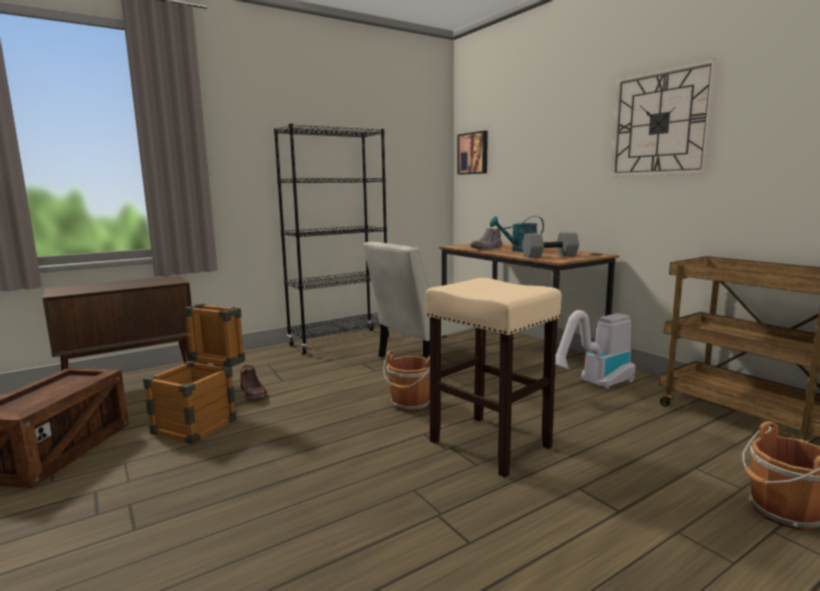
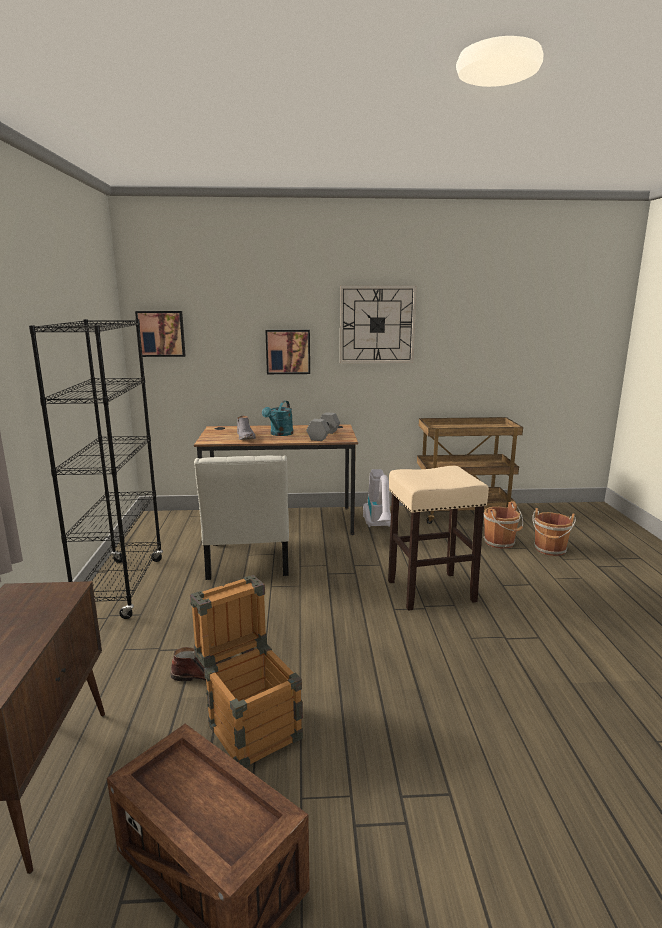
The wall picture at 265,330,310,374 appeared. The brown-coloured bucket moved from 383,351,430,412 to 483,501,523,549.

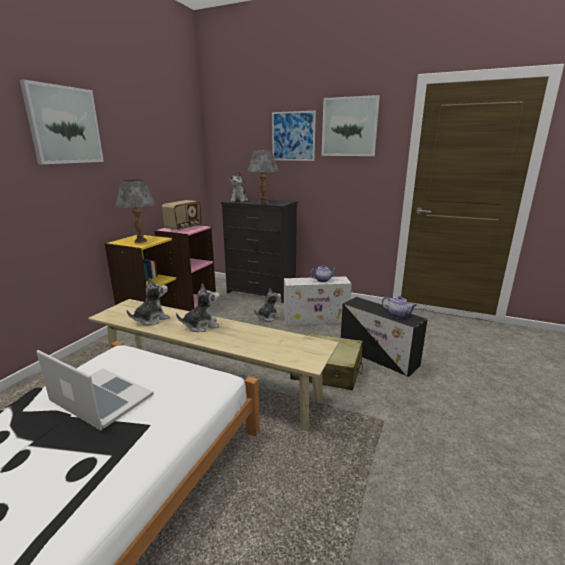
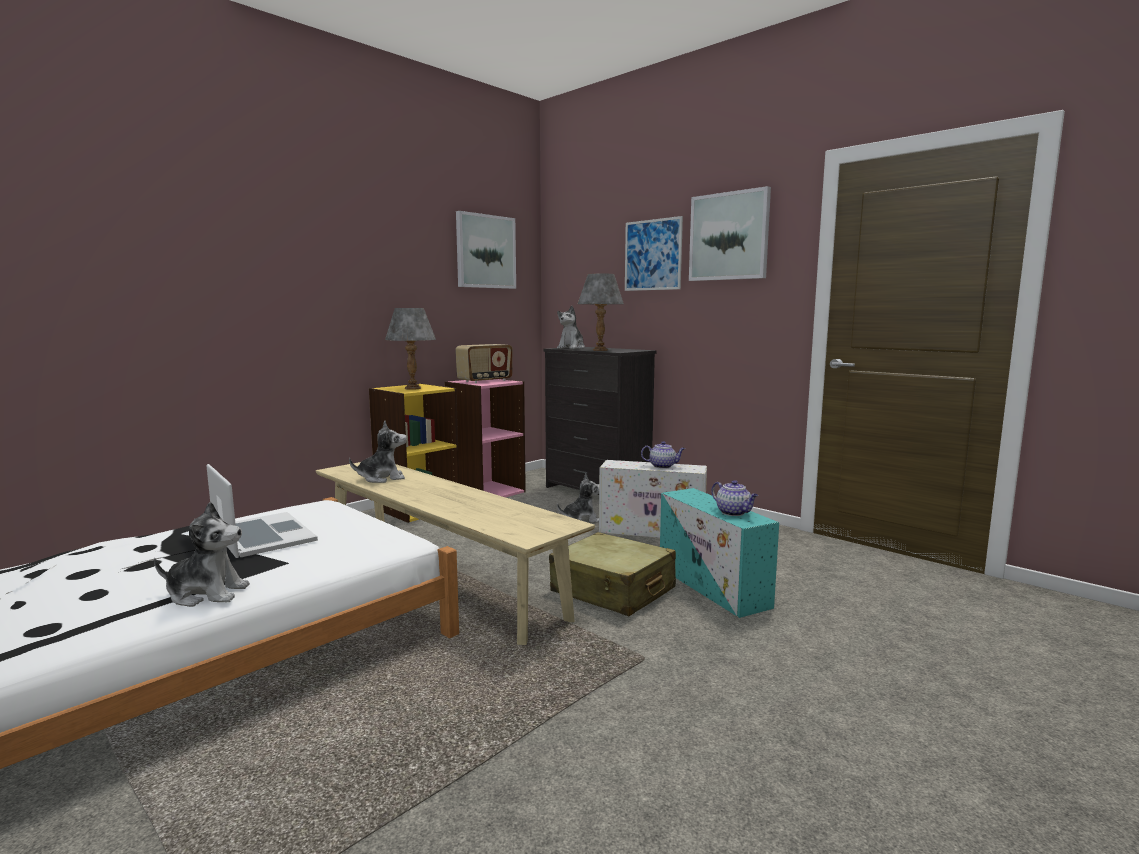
The plush toy moved from 176,283,220,332 to 154,502,250,607. The wall picture moved from 20,79,104,164 to 456,211,516,289. The black storage bin at 341,297,428,377 became the turquoise storage bin at 660,488,779,618.

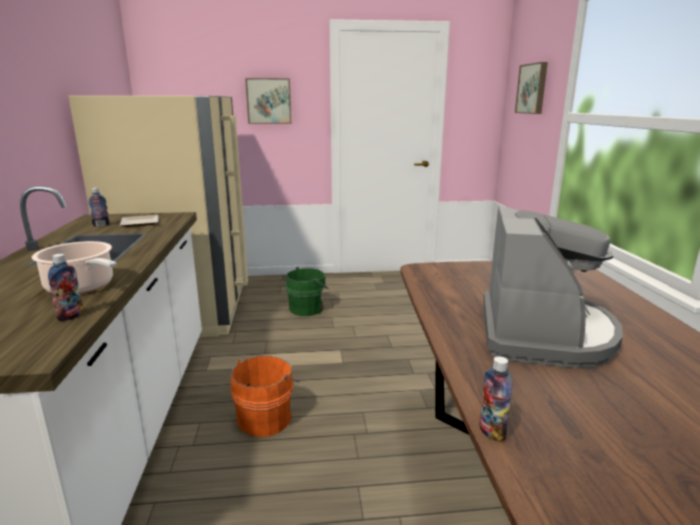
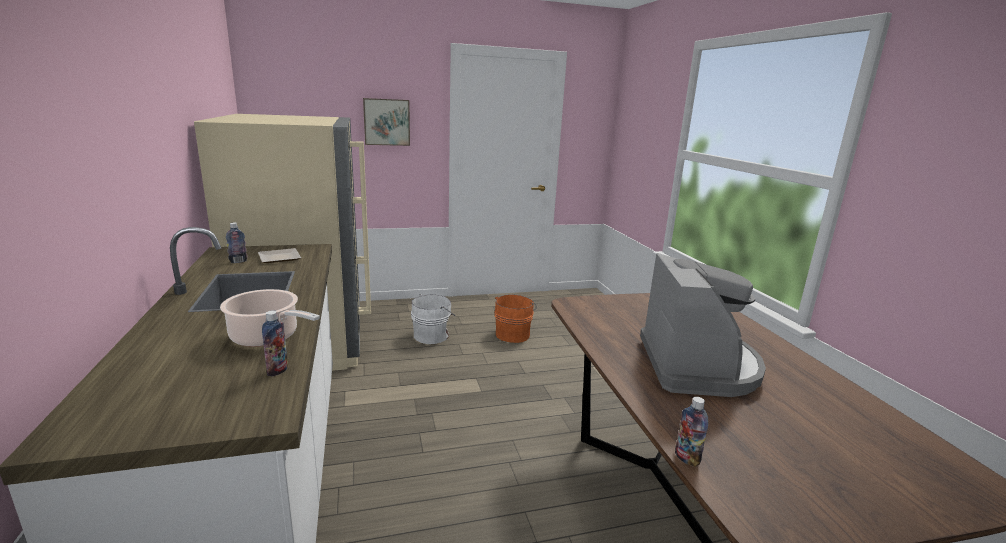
The greenish bucket at 286,267,329,316 became the whitish bucket at 411,294,455,344. The orange-coloured bucket moved from 230,355,299,437 to 494,294,537,343. The wall picture at 515,62,548,114 disappeared.

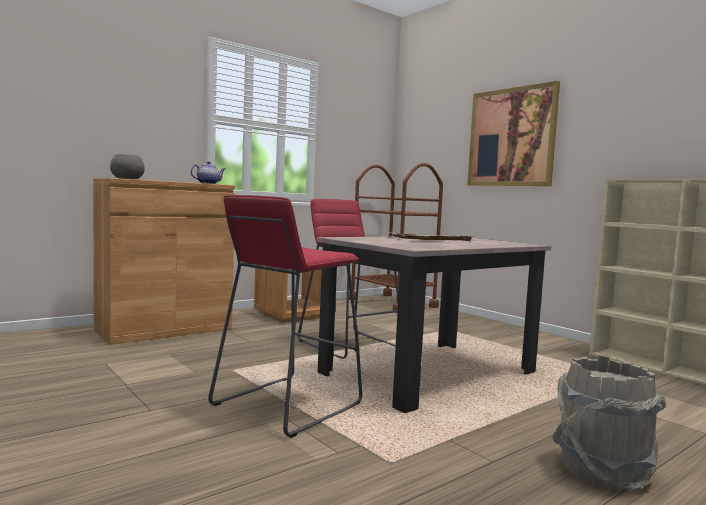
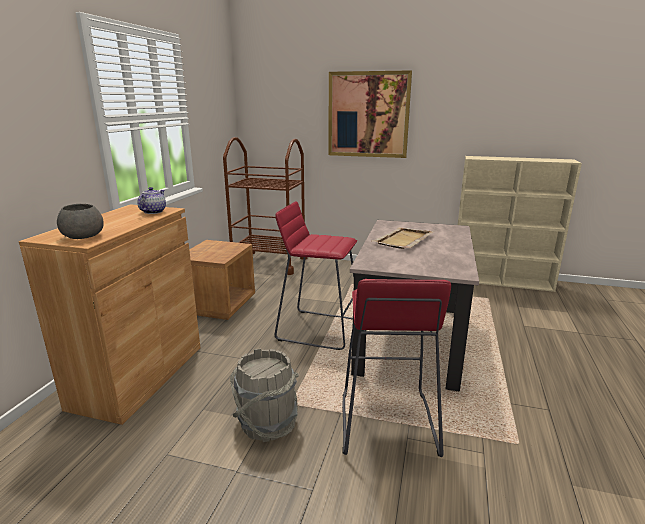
The grey bucket moved from 552,356,666,491 to 230,348,299,442.

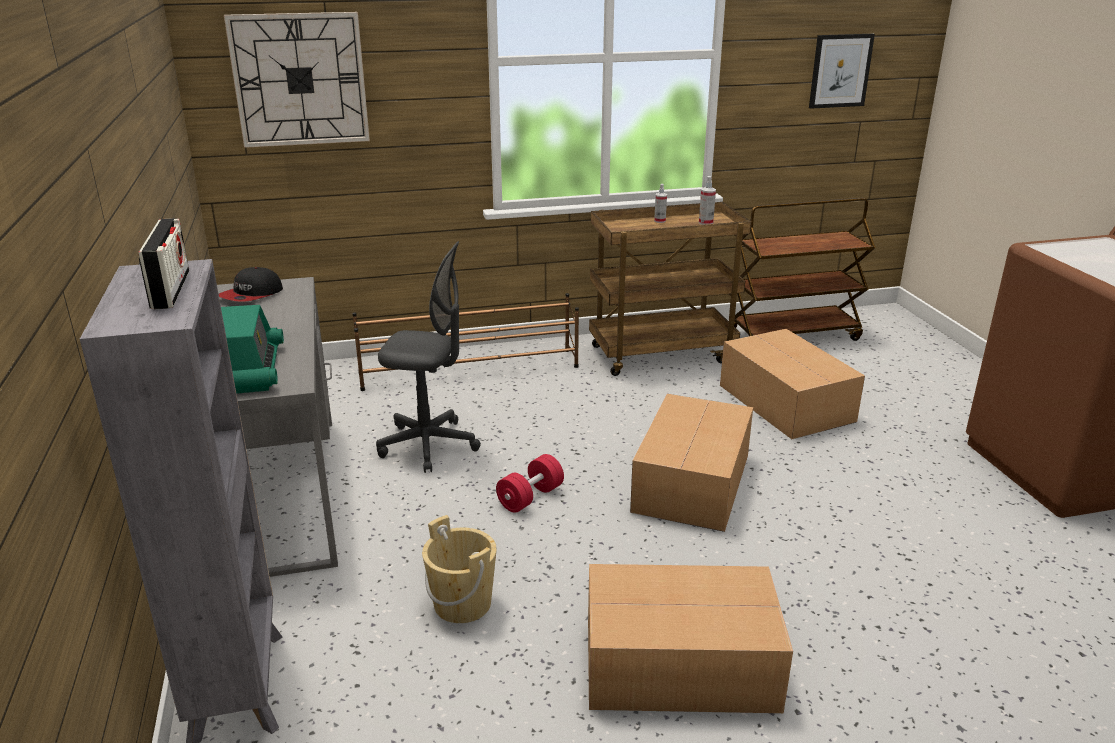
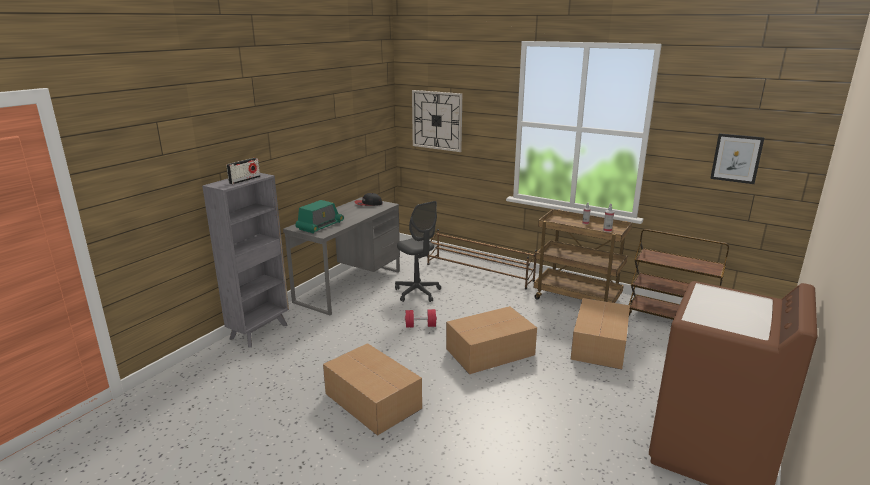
The beige bucket at 422,515,497,623 disappeared.

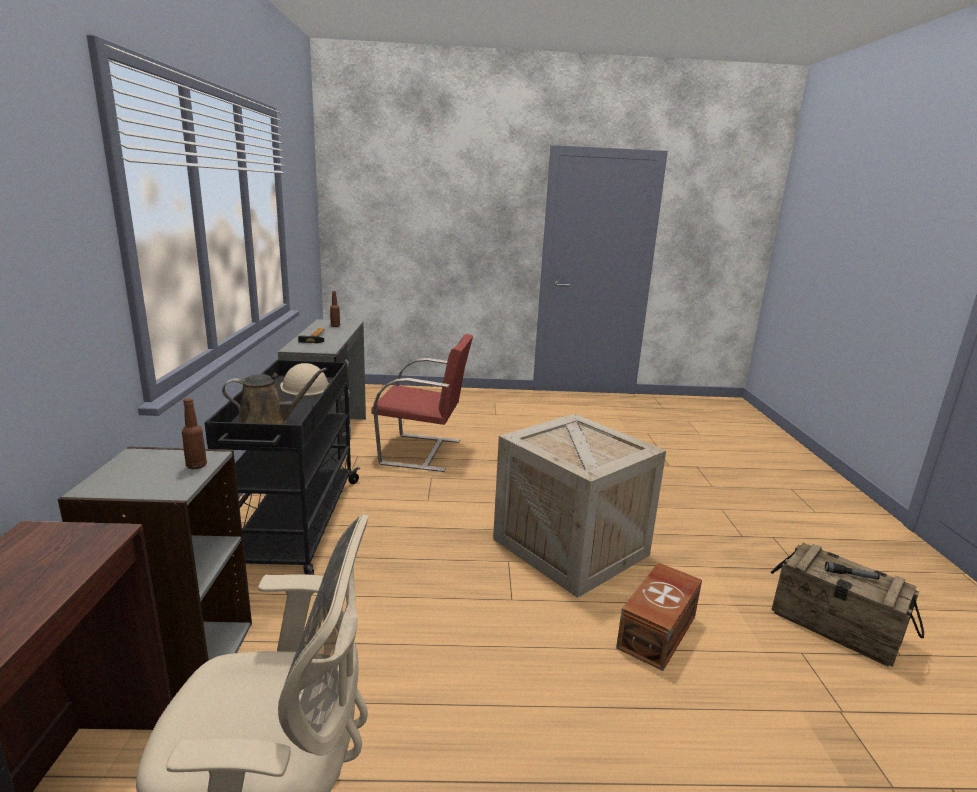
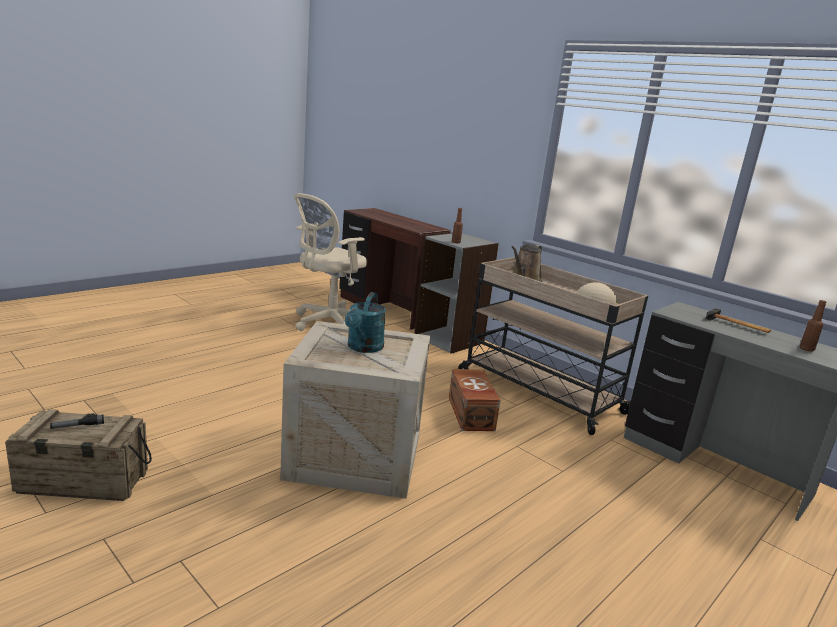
The turquoise watering pot at 345,292,386,353 appeared. The brown-coloured storage bin moved from 616,563,702,671 to 449,369,501,431. The black wheeled cart at 205,360,361,575 became the beige wheeled cart at 458,257,648,435. The red upright chair at 371,334,473,472 disappeared.

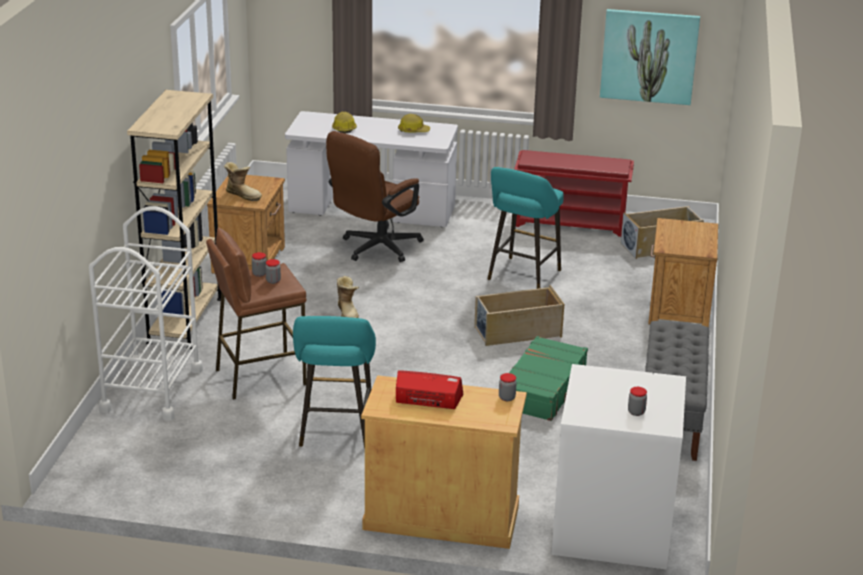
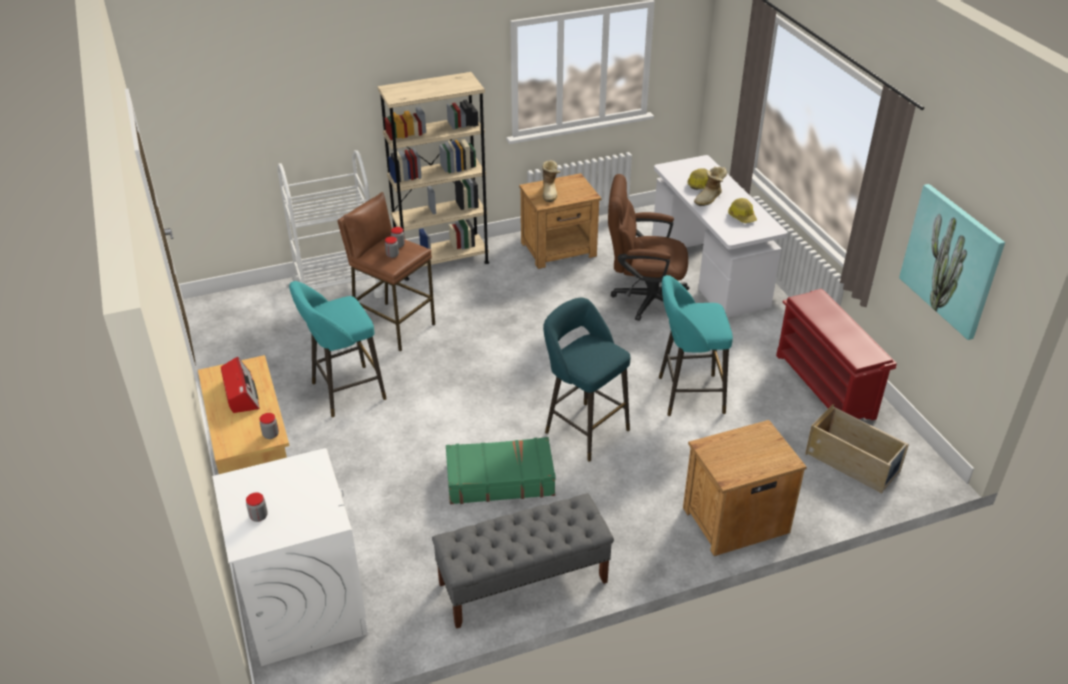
The beige storage bin at 474,285,564,346 was replaced by the turquoise stool seat at 543,298,630,461. The boot moved from 337,276,359,318 to 694,167,727,206.

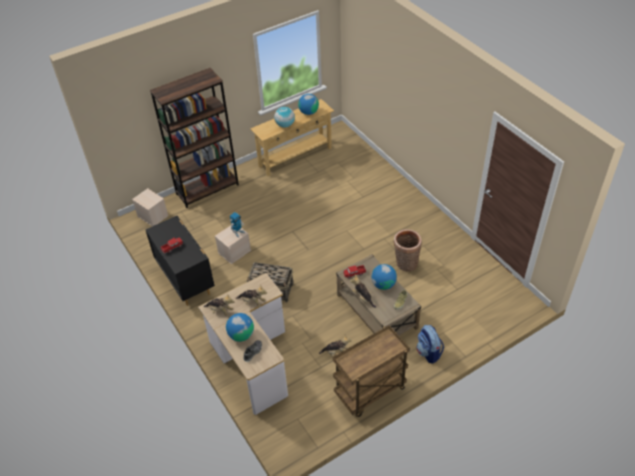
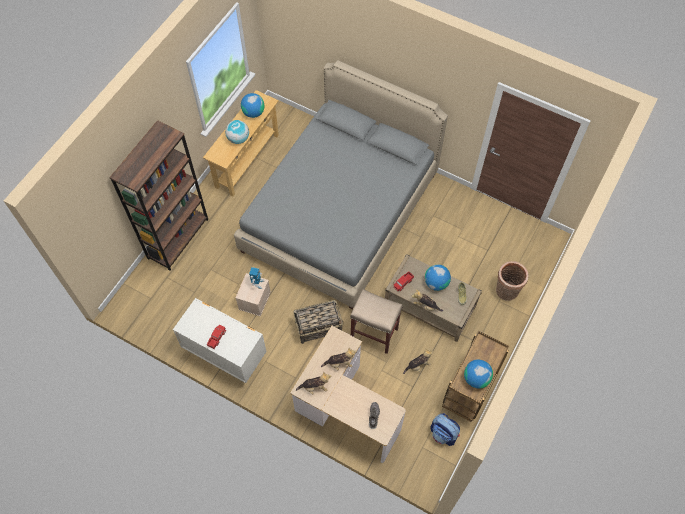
The black dresser at 145,216,215,306 became the whitish dresser at 173,298,267,383. The grey bed at 234,60,448,309 appeared. The beige stool seat at 350,289,403,354 appeared. The backpack moved from 417,325,444,364 to 431,413,460,446. The desk globe moved from 226,313,254,342 to 464,359,493,389. The storage basket moved from 394,229,422,272 to 496,261,529,301. The beige storage bin at 132,188,168,226 disappeared.

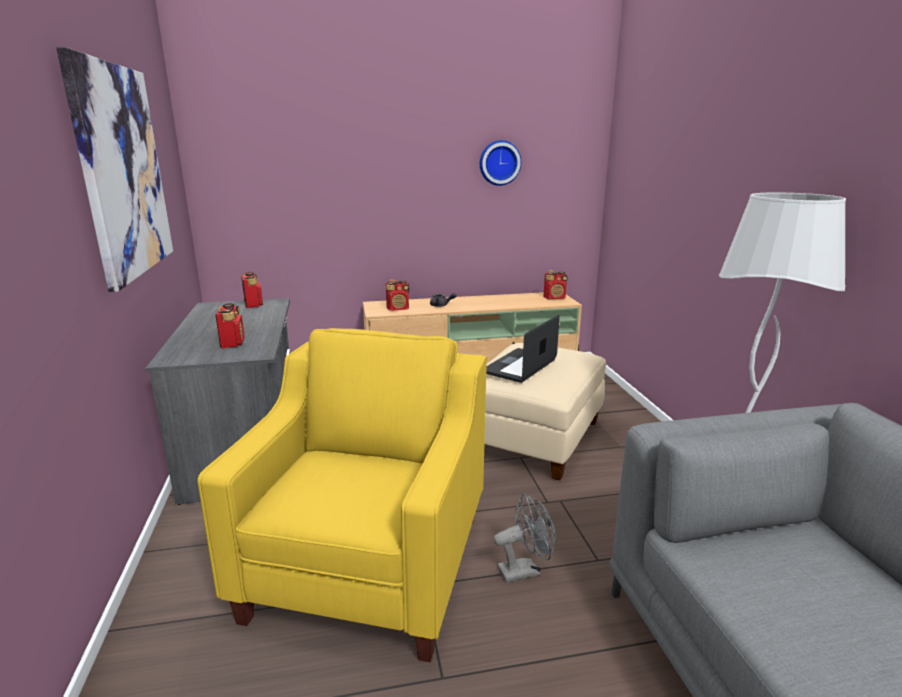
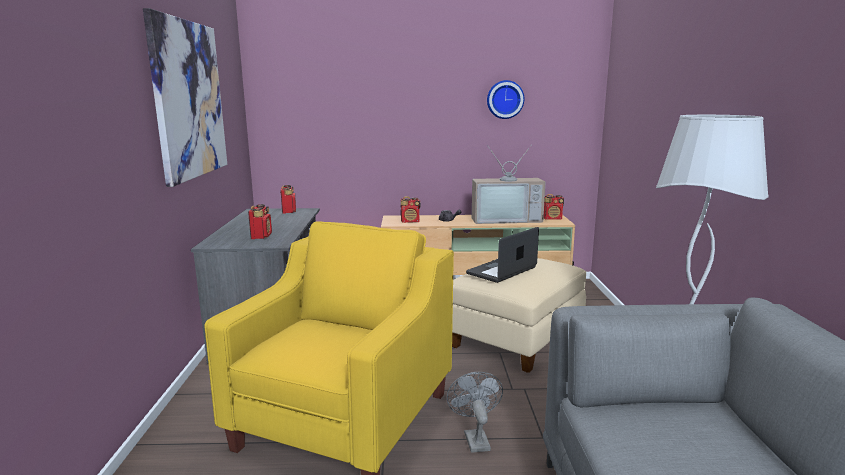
The grey electric fan at 494,494,556,583 turned 90 degrees counterclockwise. The TV at 472,145,545,224 appeared.

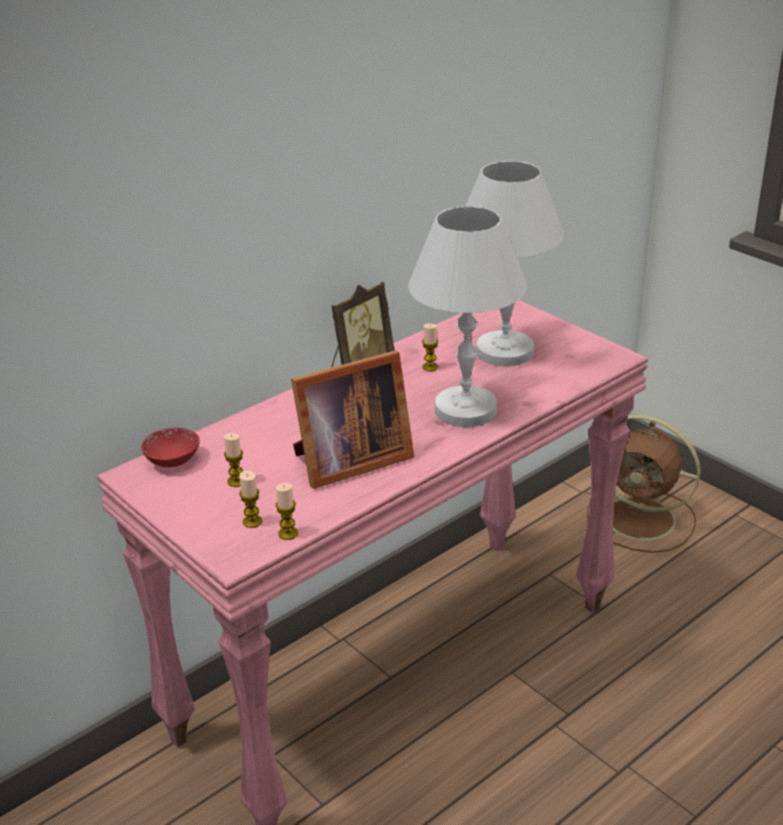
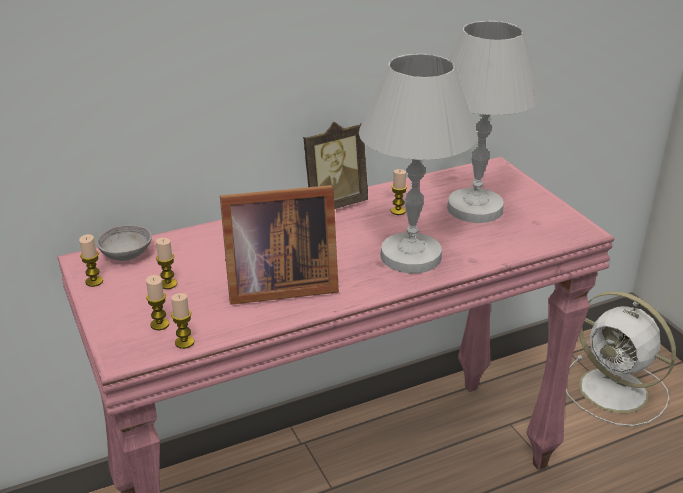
The wax candle at 79,234,103,287 appeared. The red deep dish at 141,428,200,467 became the grey deep dish at 97,225,152,261. The brown-coloured electric fan at 587,414,701,553 became the whitish electric fan at 566,291,676,426.

